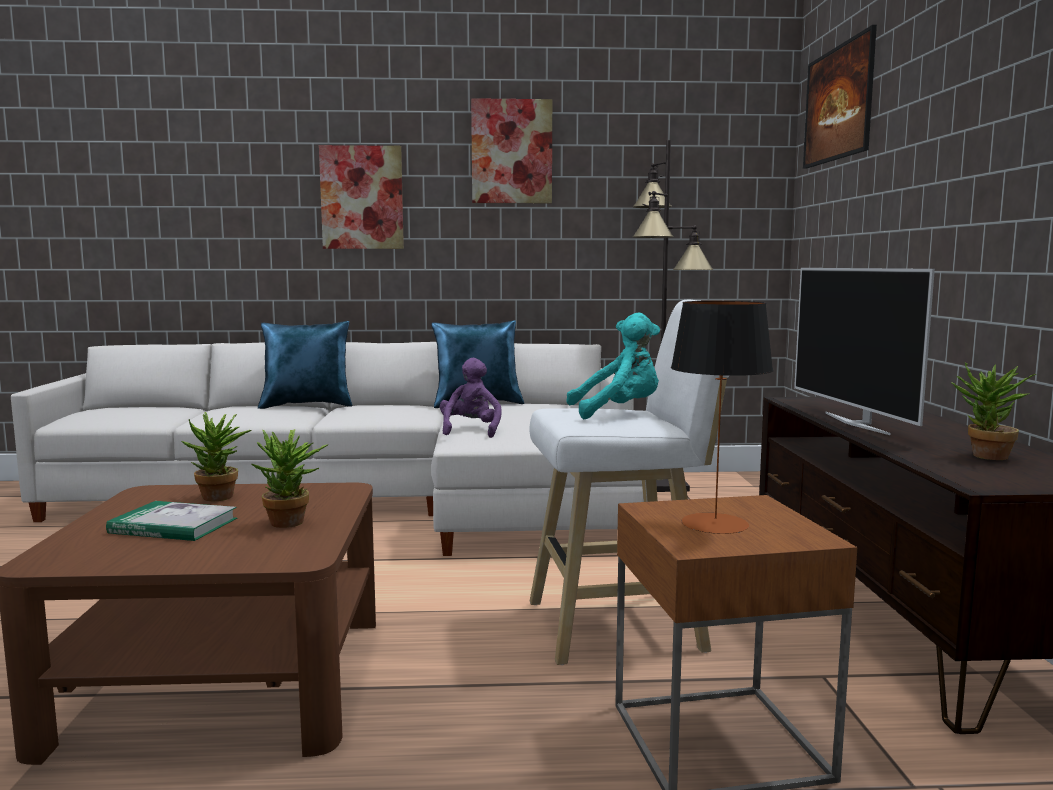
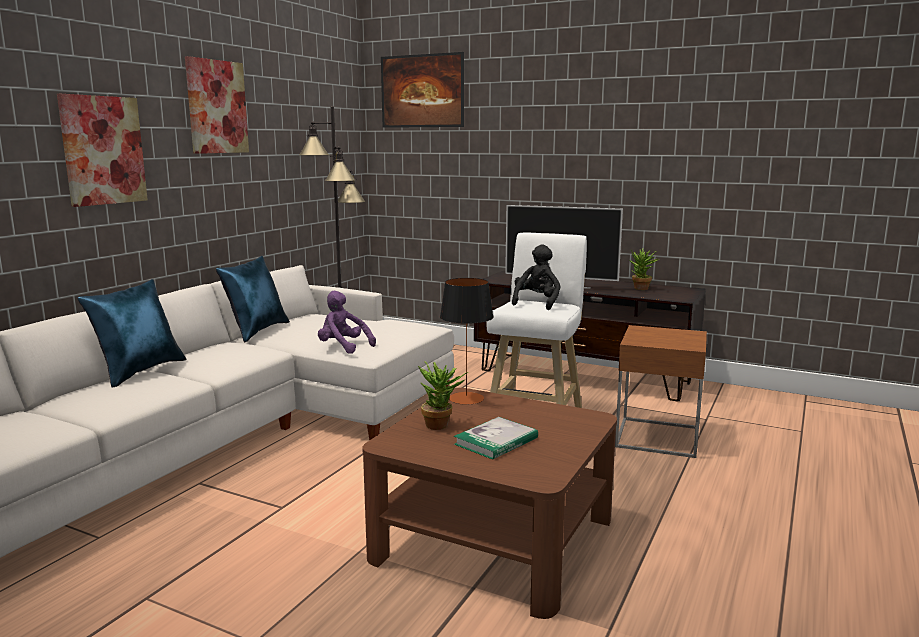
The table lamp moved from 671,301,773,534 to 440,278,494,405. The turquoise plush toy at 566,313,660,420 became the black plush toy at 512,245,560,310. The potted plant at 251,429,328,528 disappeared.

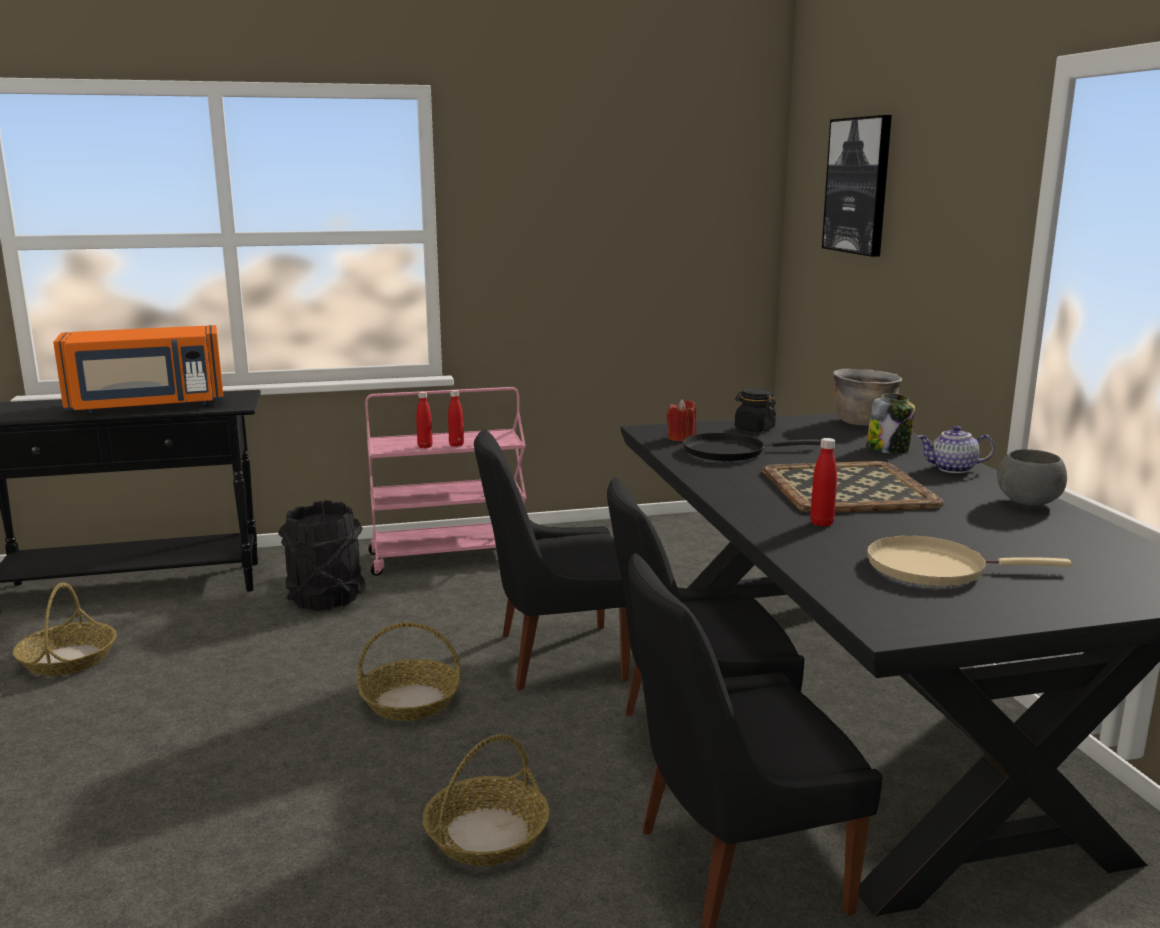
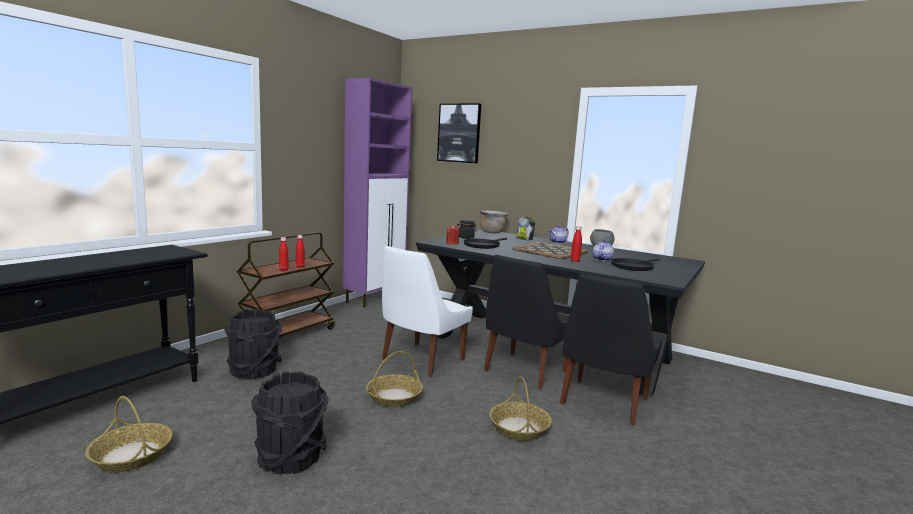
The pinkish wheeled cart at 365,387,526,576 became the brown-coloured wheeled cart at 237,232,335,338. The black bucket at 251,371,329,475 appeared. The purple storage cabinet at 343,78,412,308 appeared. The black upright chair at 474,429,631,690 became the whitish upright chair at 382,246,473,377. The tea pot at 593,240,614,261 appeared. The beige pan at 867,535,1072,586 became the black pan at 611,258,660,271. The orange-coloured kitchen microwave at 53,325,224,413 disappeared.

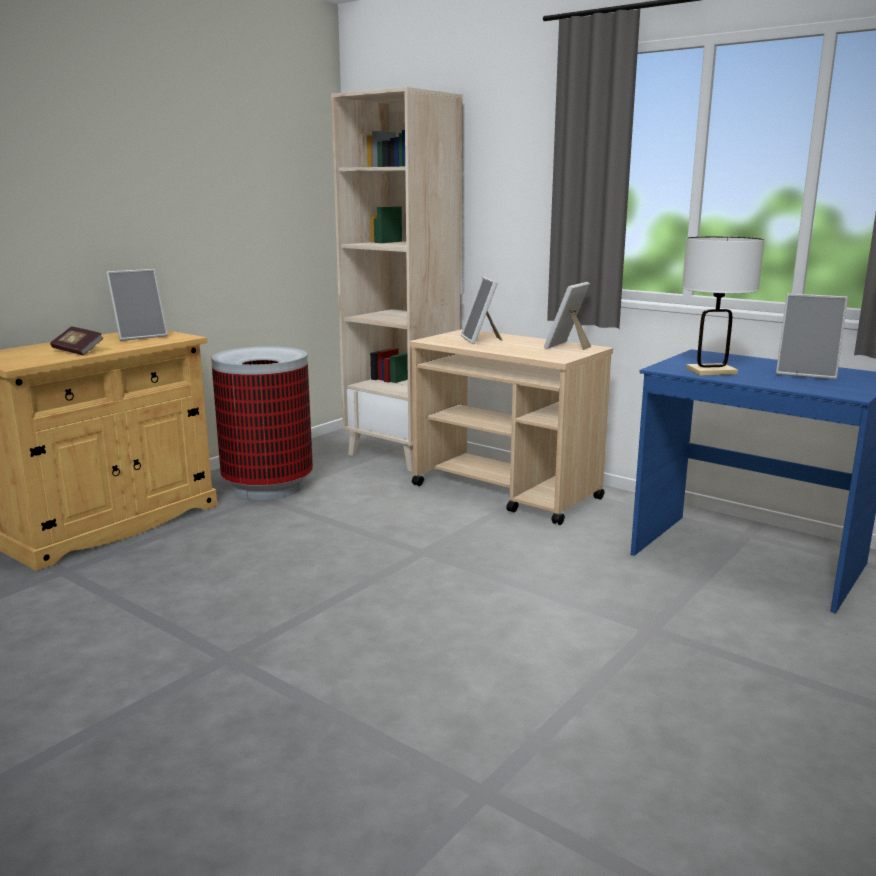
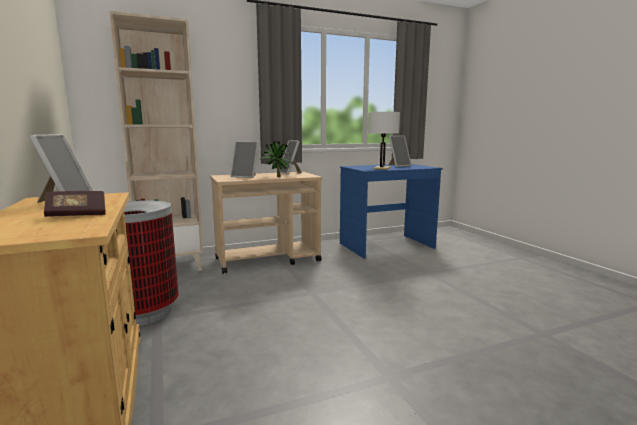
The potted plant at 260,141,294,177 appeared.

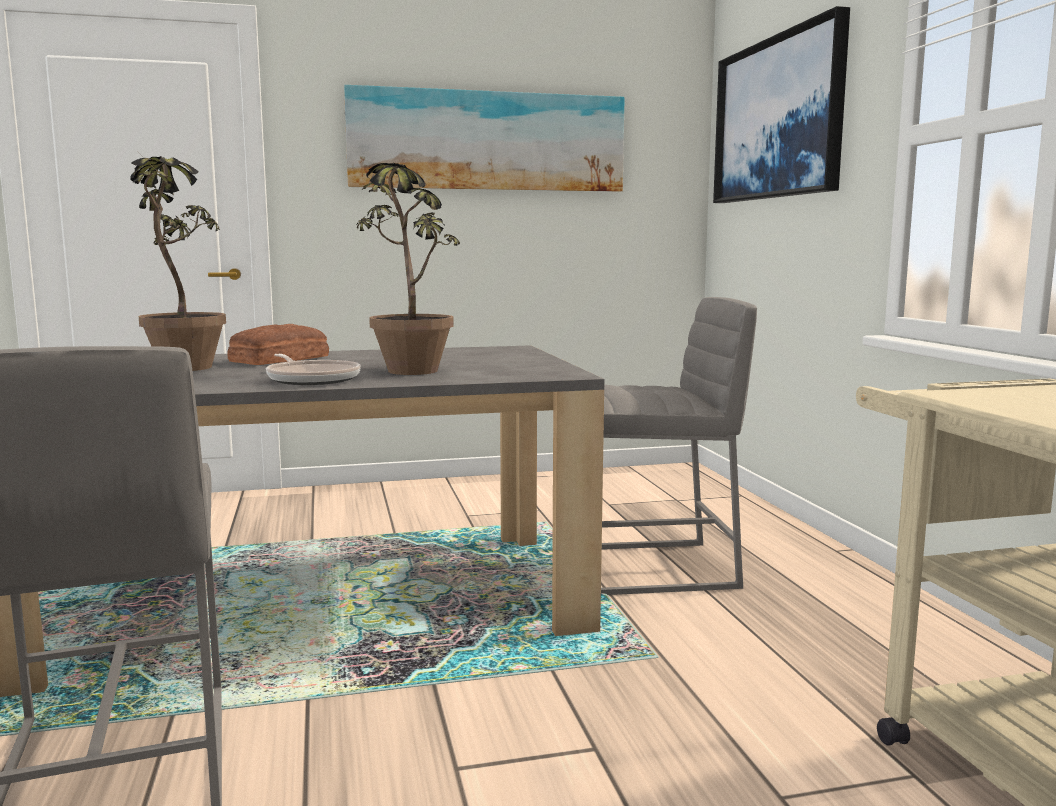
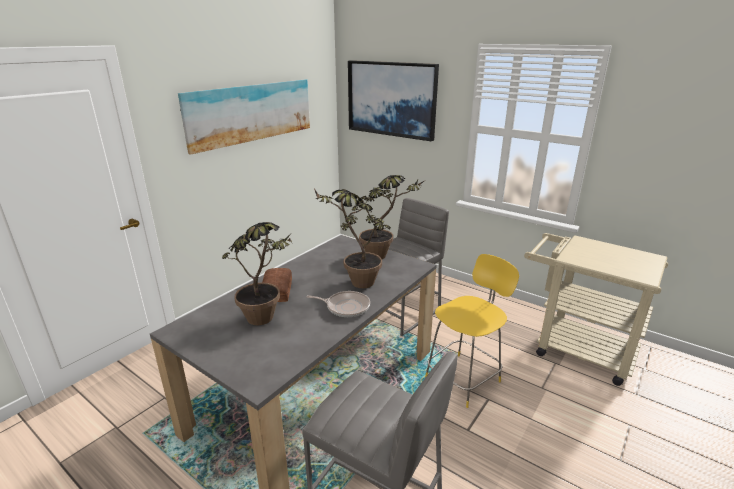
The potted plant at 352,175,424,259 appeared. The yellow-coloured upright chair at 425,254,519,408 appeared.

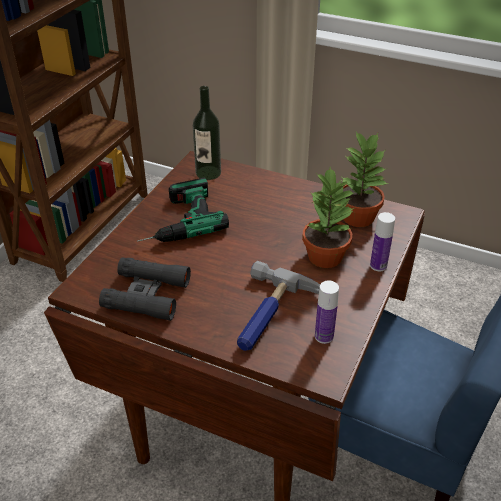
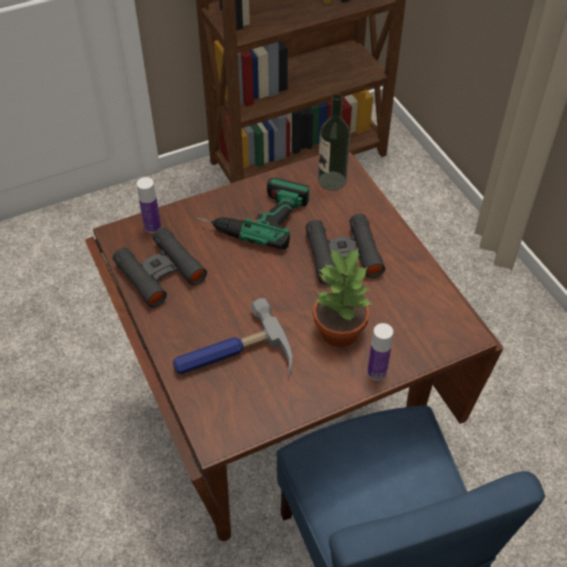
The bottle moved from 315,280,339,344 to 137,177,161,233. The black pair of binoculars at 306,214,385,284 appeared. The potted plant at 342,132,388,227 disappeared.

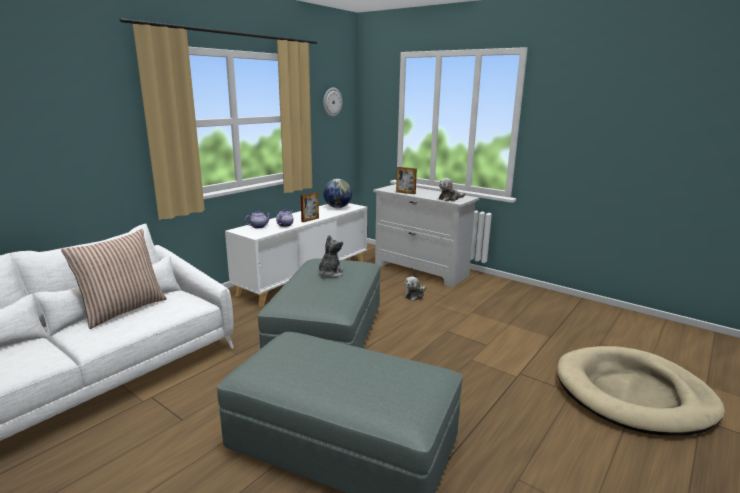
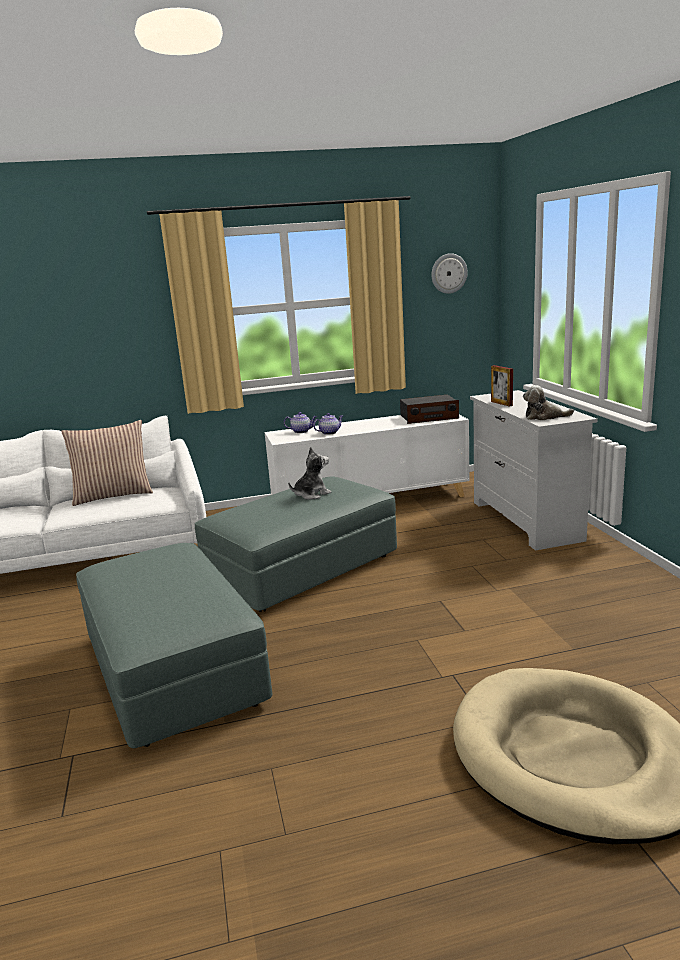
The desk globe at 323,179,352,208 was replaced by the radio set at 400,395,459,424. The standing frame at 301,192,319,222 disappeared. The plush toy at 404,277,426,301 disappeared.

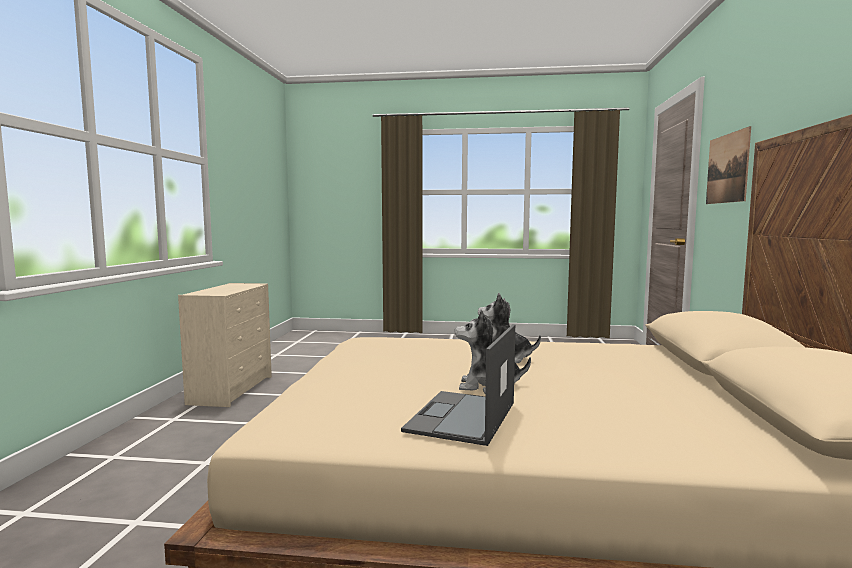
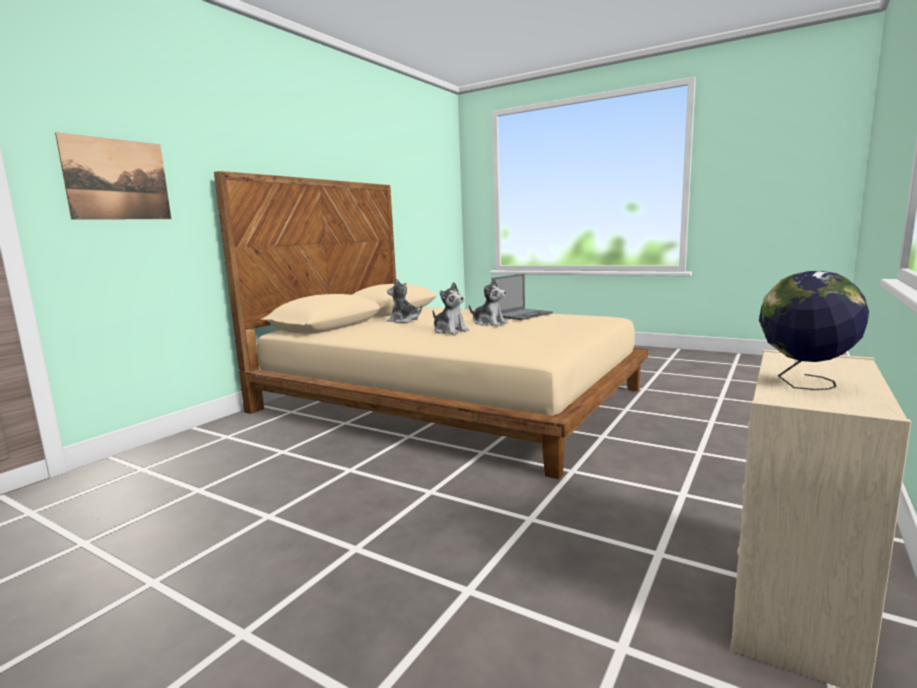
The plush toy at 387,278,422,323 appeared. The desk globe at 759,271,869,390 appeared.

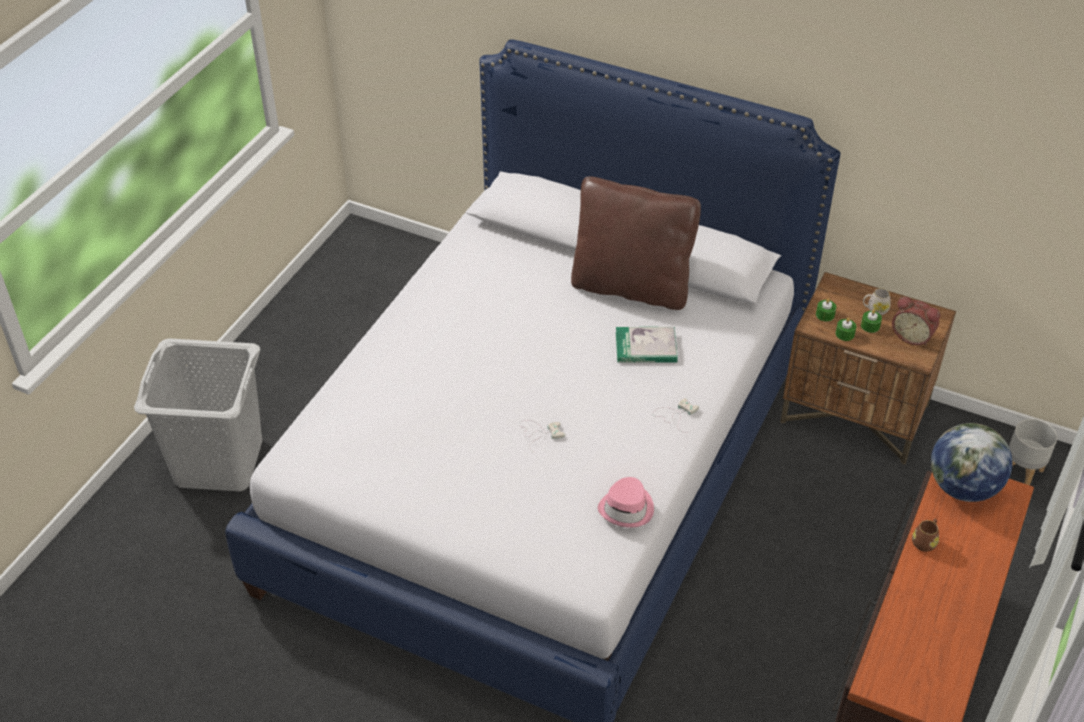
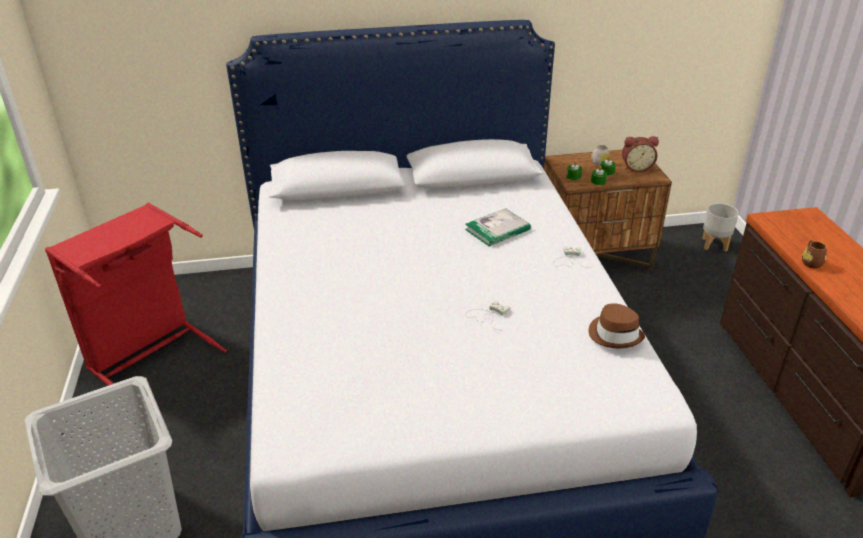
The red laundry basket at 45,203,227,397 appeared. The pinkish hat at 598,477,654,528 became the brown-coloured hat at 589,303,645,348. The brown-coloured pillow at 571,176,701,310 disappeared. The desk globe at 931,423,1012,502 disappeared.

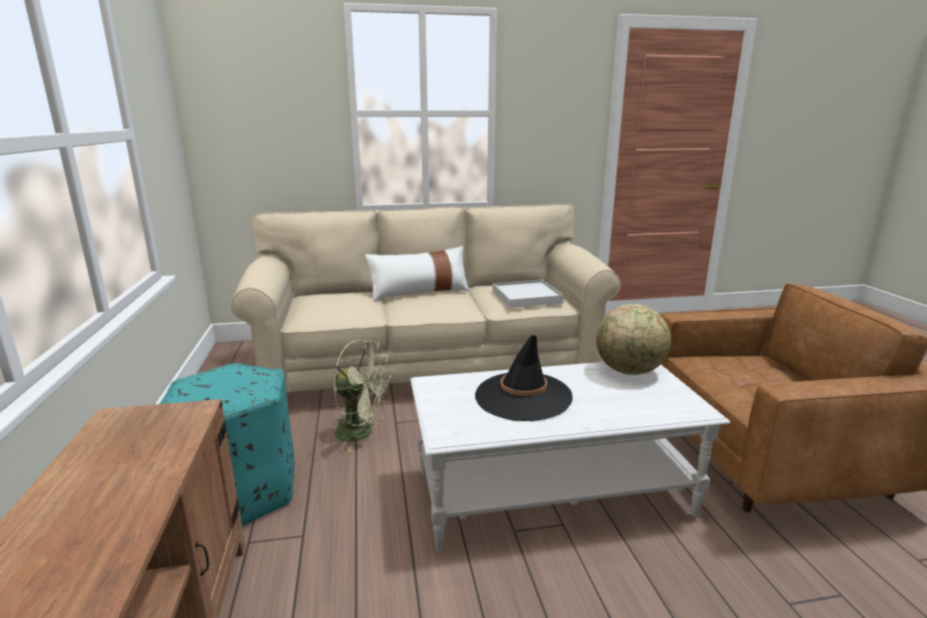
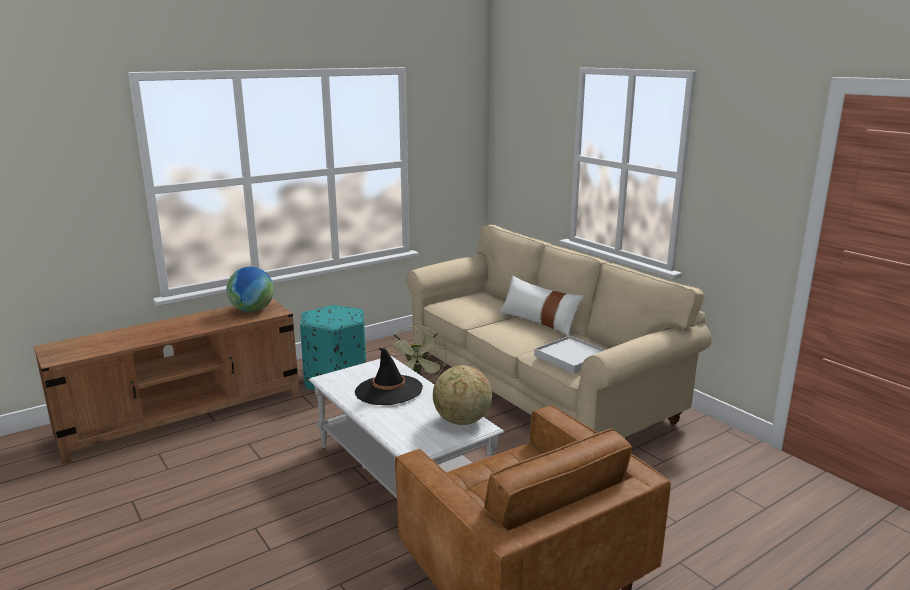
The desk globe at 227,267,274,312 appeared.

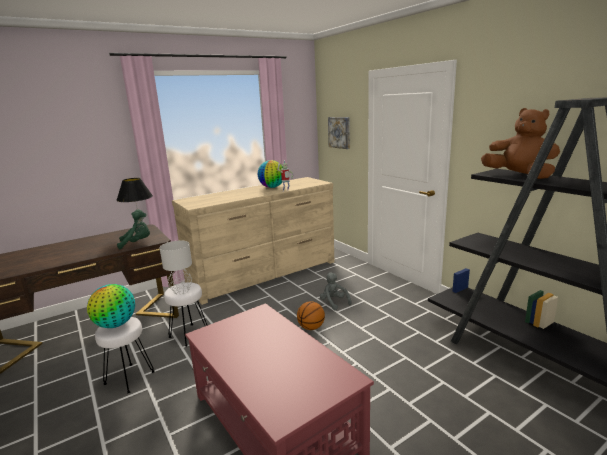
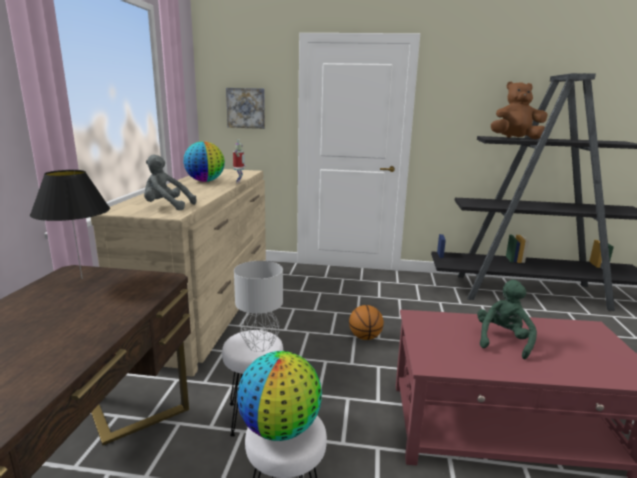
The grey plush toy moved from 320,272,352,311 to 144,154,197,210. The greenish plush toy moved from 117,209,150,249 to 477,280,537,359.

